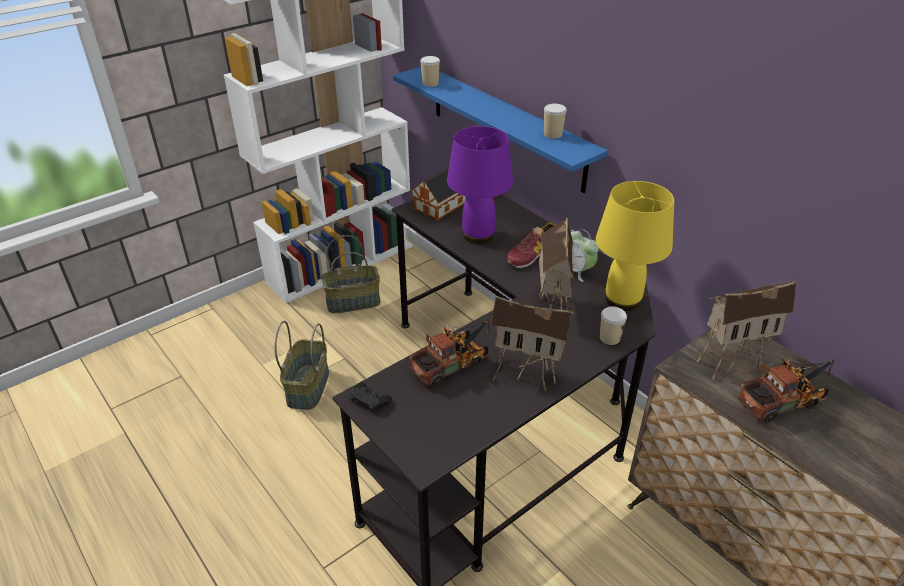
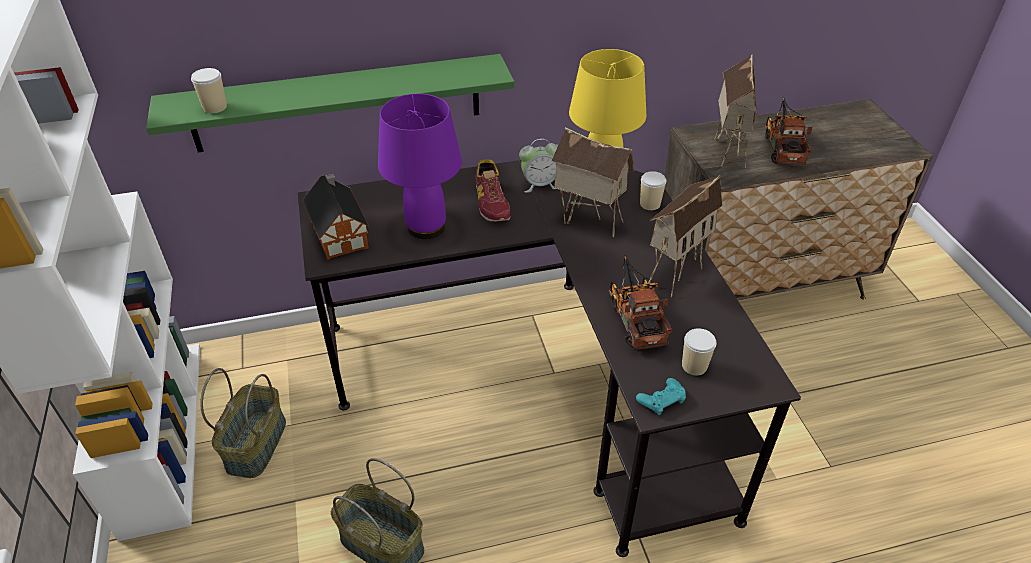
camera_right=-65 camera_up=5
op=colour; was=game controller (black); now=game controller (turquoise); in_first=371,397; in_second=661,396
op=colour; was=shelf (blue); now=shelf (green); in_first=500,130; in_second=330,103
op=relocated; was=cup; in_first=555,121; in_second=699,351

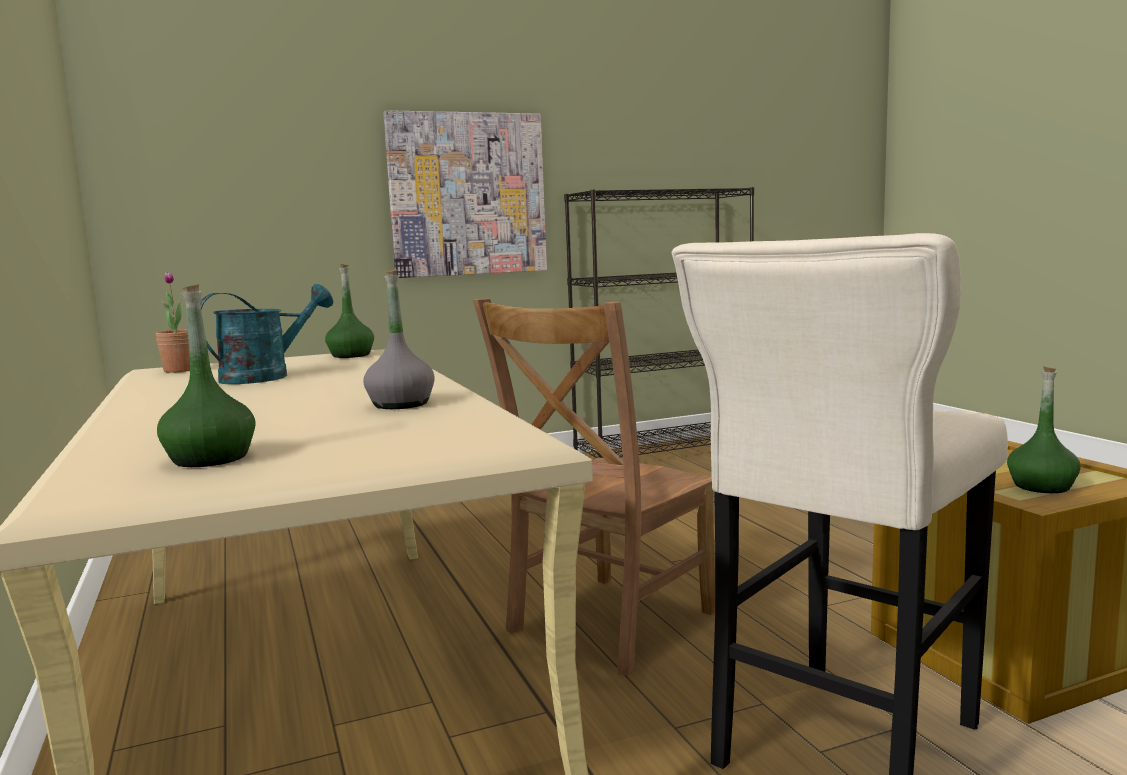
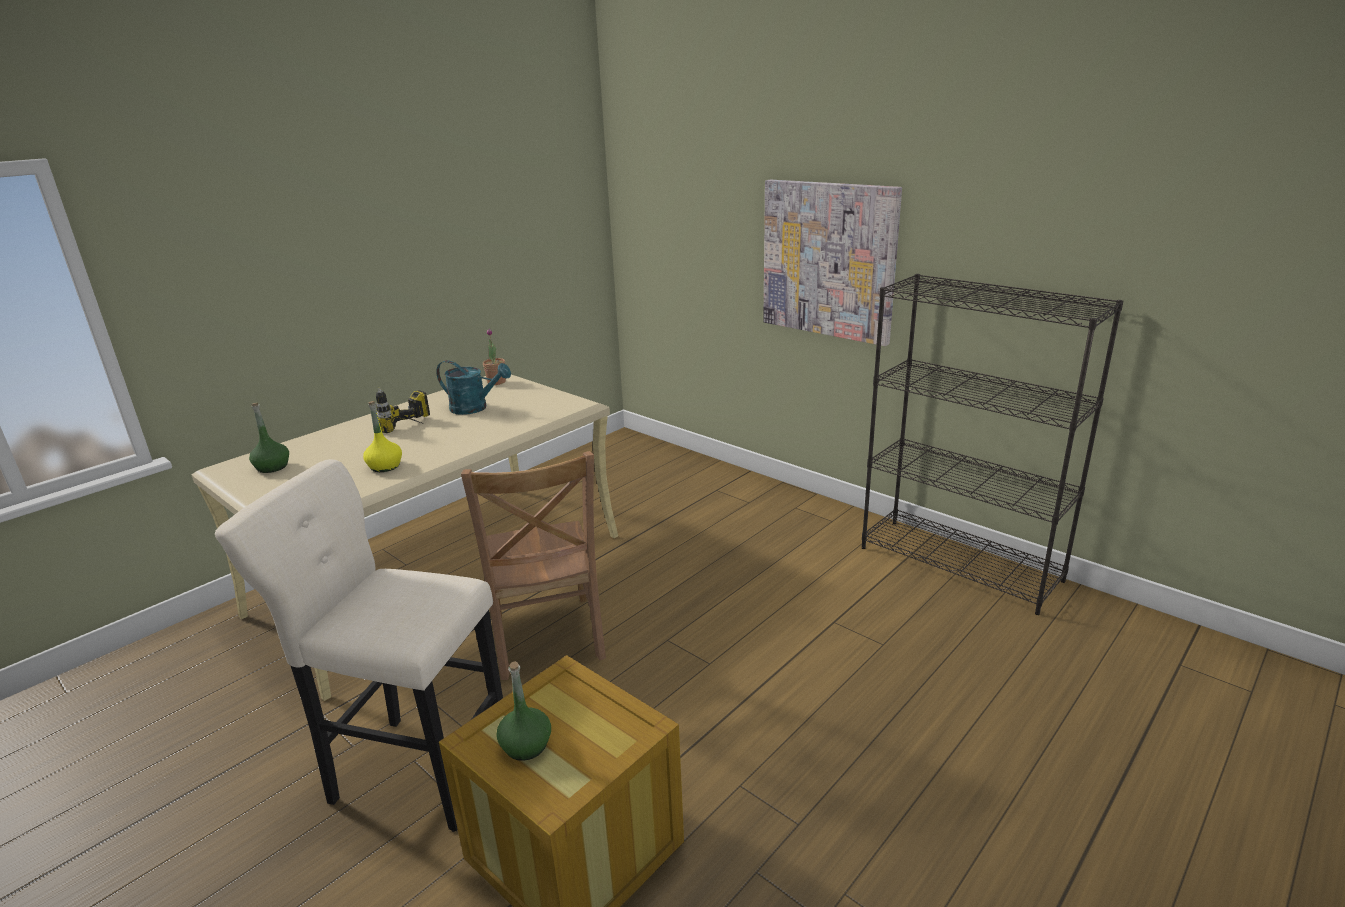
camera_right=65 camera_up=15
op=missing; was=bottle (green); in_first=349,311
op=colour; was=bottle (grey); now=bottle (yellow); in_first=399,339; in_second=382,436
op=spun; was=chair (brown); in_first=594,487; in_second=533,565; clockwise=-120
op=appeared; now=power drill; in_second=403,410

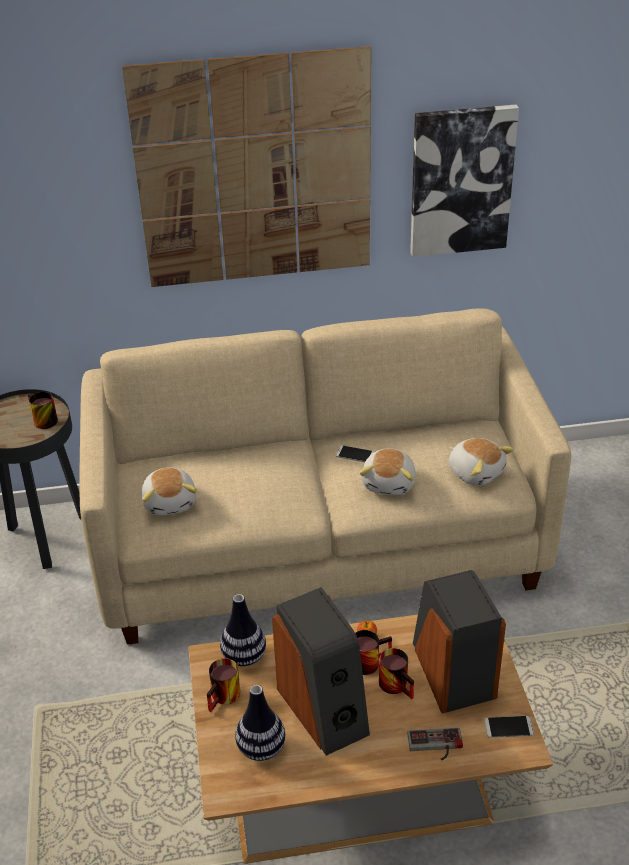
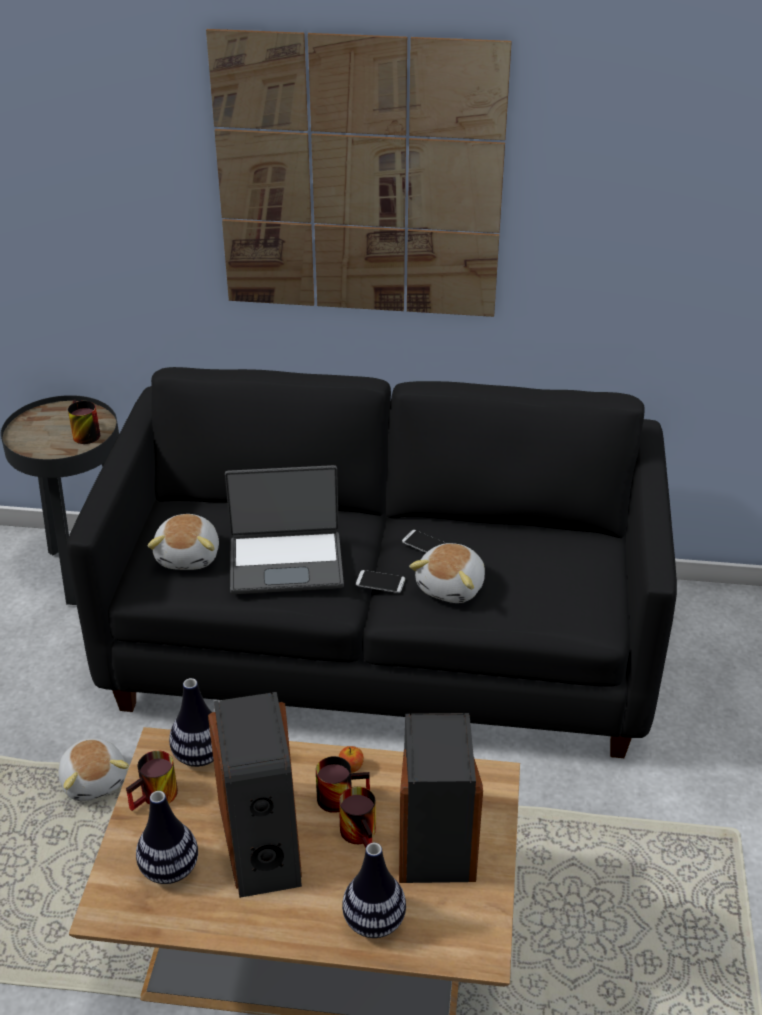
camera_right=15 camera_up=0
op=colour; was=sofa (beige); now=sofa (black); in_first=325,476; in_second=372,562
op=exchanged; was=game controller; now=vase; in_first=435,744; in_second=374,890
op=missing; was=picture; in_first=464,181
op=relocated; was=plush toy; in_first=481,462; in_second=94,769
op=relocated; was=phone; in_first=509,727; in_second=380,581
op=appeared; now=laptop; in_second=284,529

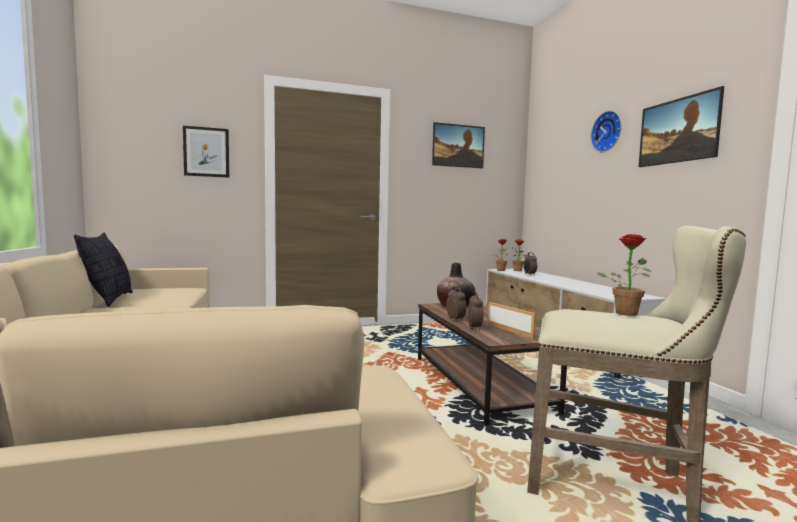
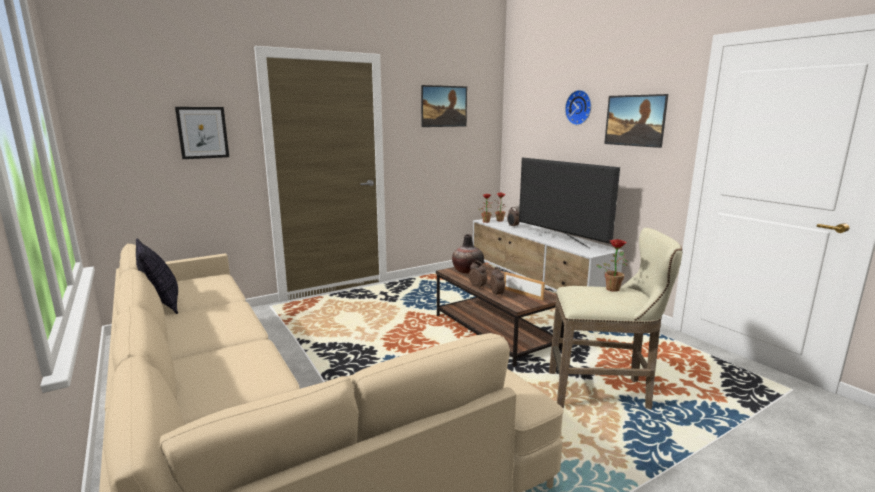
camera_right=-15 camera_up=10
op=appeared; now=television; in_second=569,203

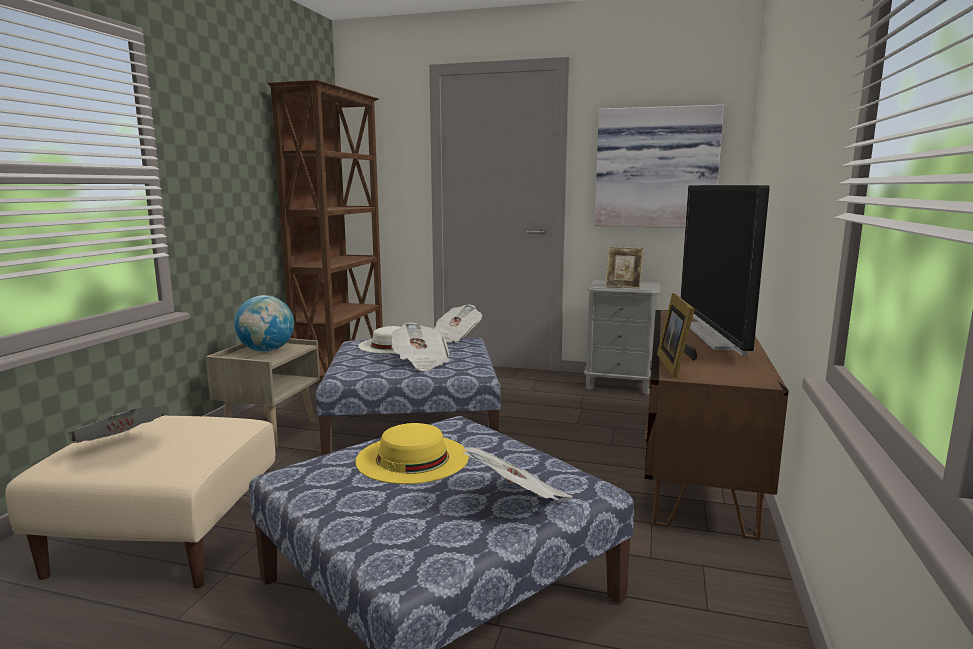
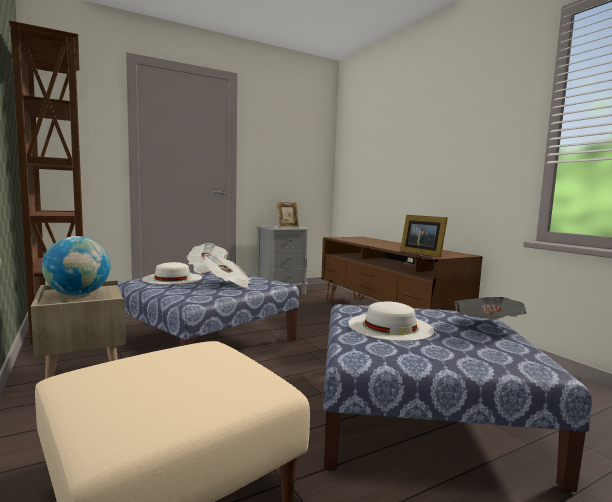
camera_right=-45 camera_up=-5
op=missing; was=newspaper; in_first=116,425
op=colour; was=hat (yellow); now=hat (white); in_first=412,453; in_second=391,321
op=missing; was=picture; in_first=659,166
op=missing; was=television; in_first=725,270

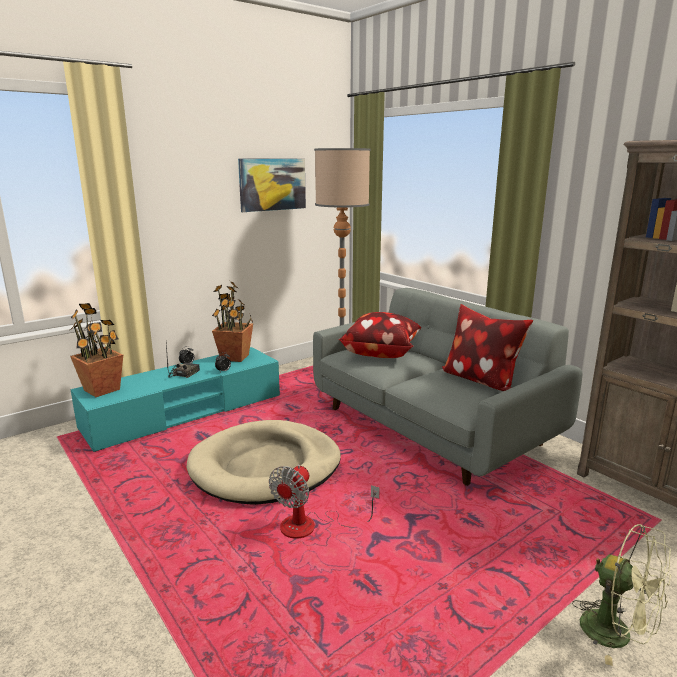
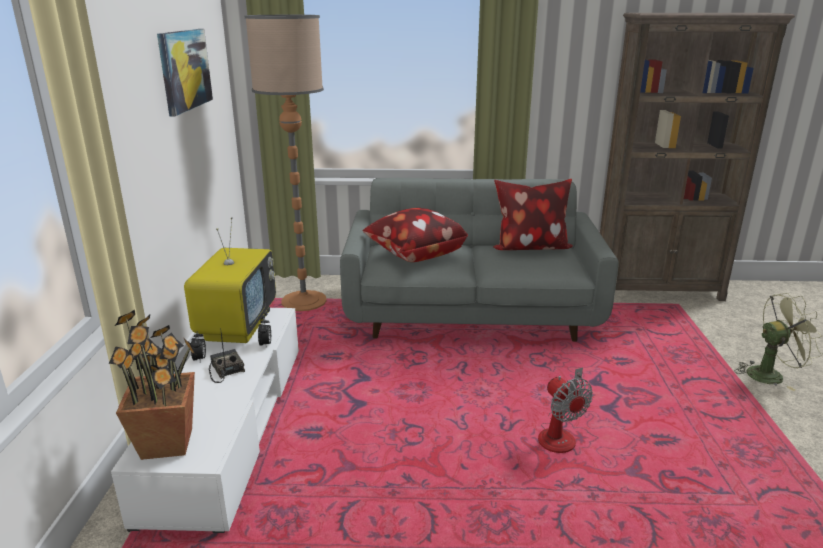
camera_right=-50 camera_up=5
op=colour; was=tv stand (turquoise); now=tv stand (white); in_first=175,399; in_second=205,420
op=missing; was=dog bed (beige); in_first=264,462
op=exchanged; was=potted plant; now=television; in_first=232,321; in_second=230,280

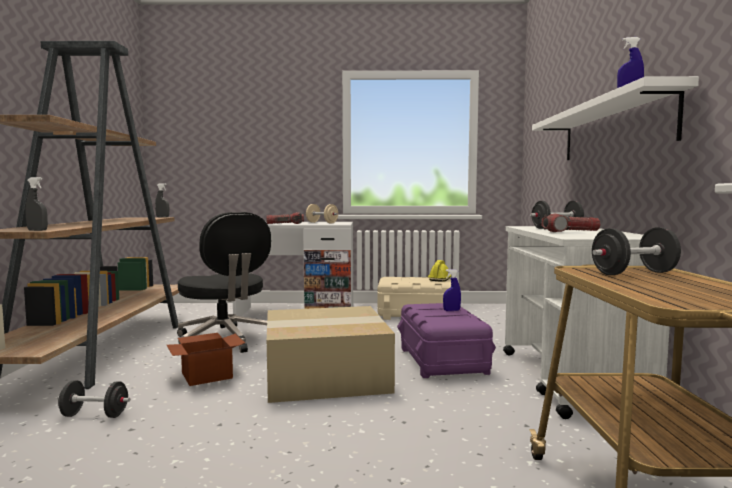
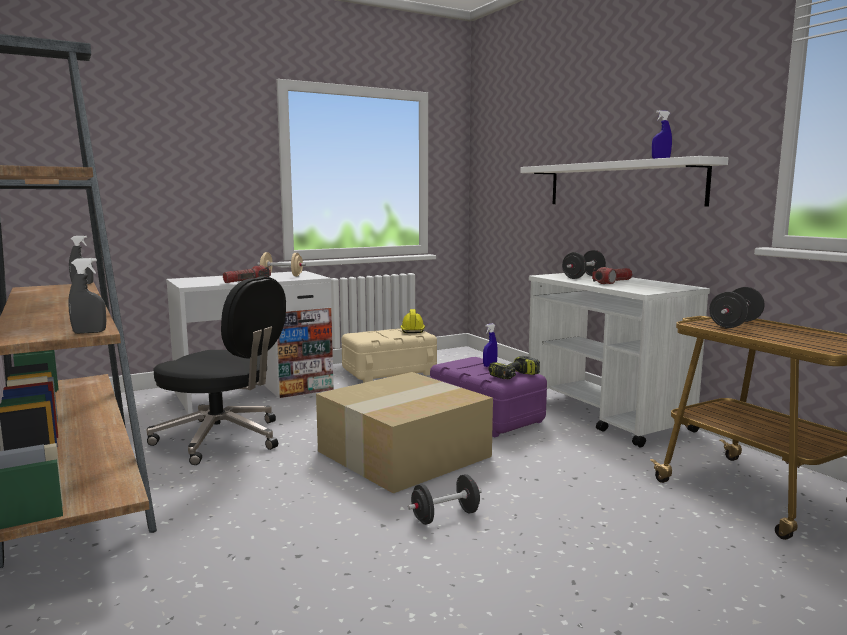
camera_right=-30 camera_up=5
op=relocated; was=dumbbell (black); in_first=93,399; in_second=445,499
op=missing; was=cardboard box; in_first=206,359
op=appeared; now=power drill; in_second=514,368

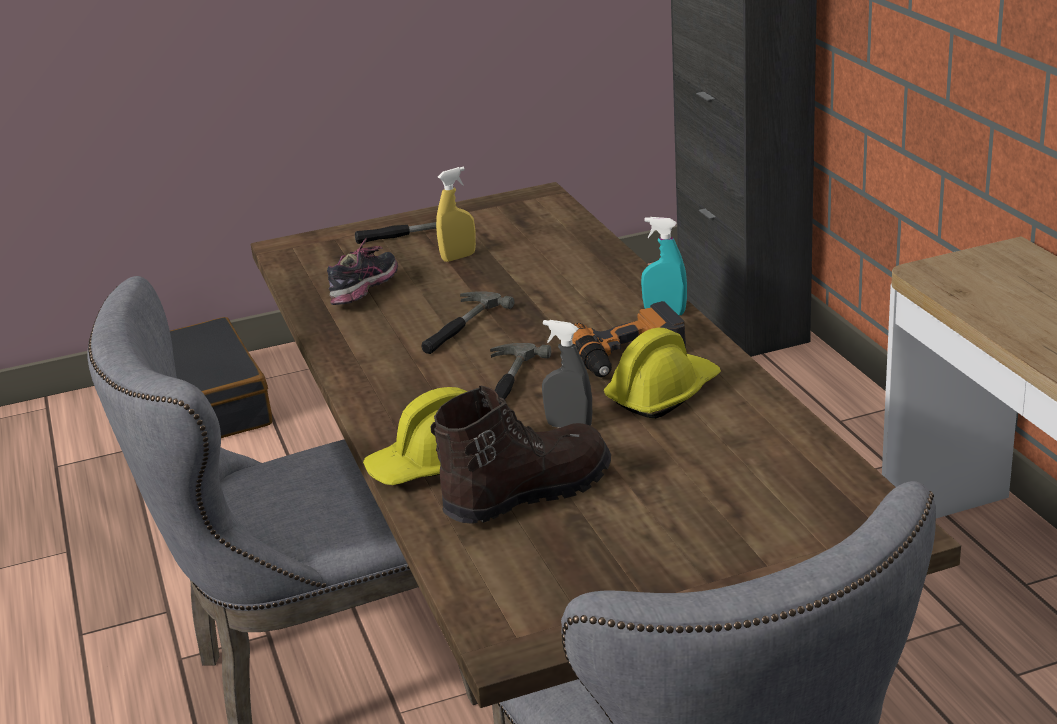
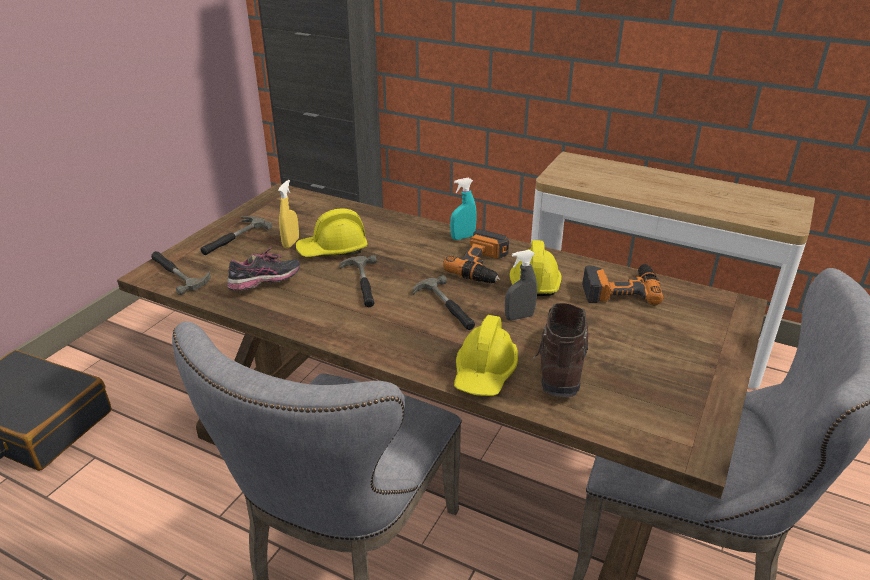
camera_right=-45 camera_up=5
op=spun; was=shoe; in_first=362,271; in_second=263,269; clockwise=75
op=appeared; now=hammer; in_second=181,273
op=appeared; now=hard hat (yellow); in_second=332,232
op=appeared; now=power drill; in_second=623,284

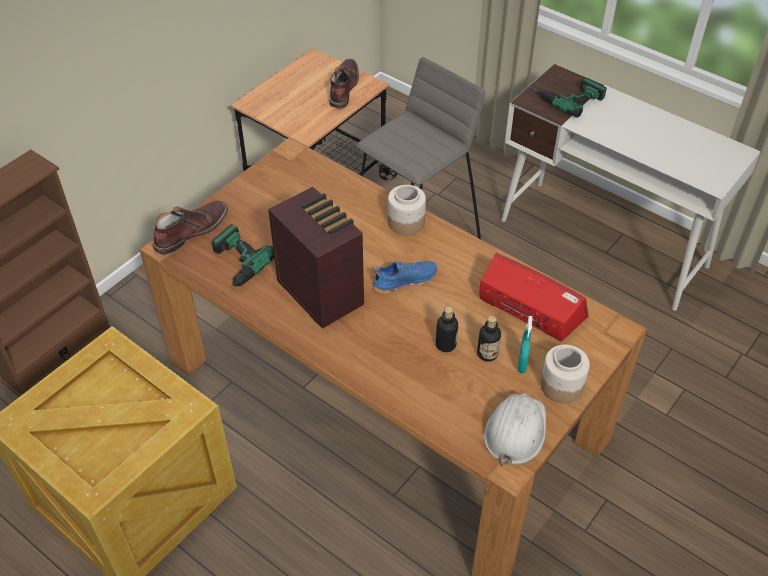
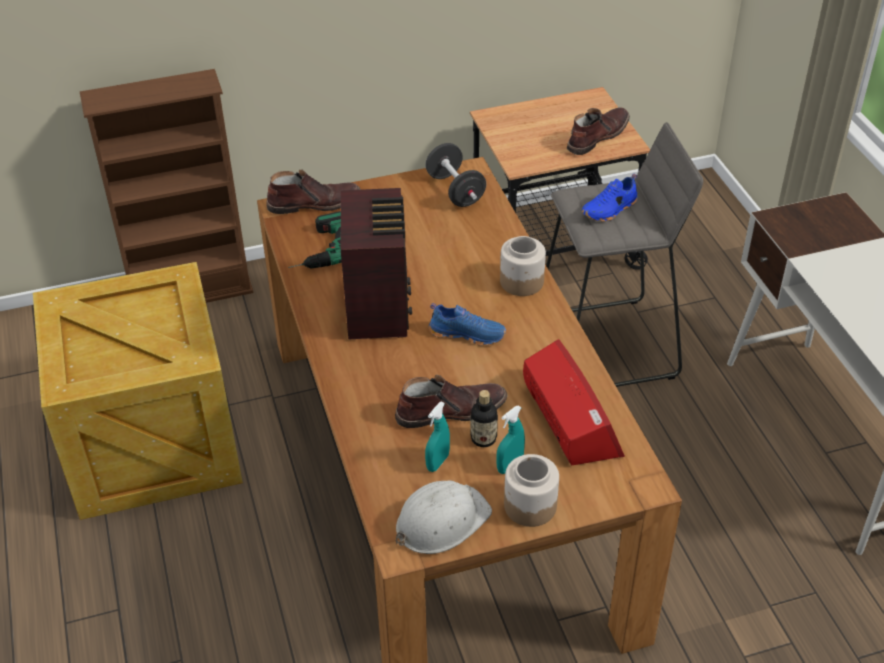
camera_right=35 camera_up=-5
op=exchanged; was=bottle; now=boot (brown); in_first=447,329; in_second=451,401
op=missing; was=power drill; in_first=569,98
op=appeared; now=dumbbell (black); in_second=455,175
op=appeared; now=spray bottle (turquoise); in_second=437,437
op=appeared; now=shoe (blue); in_second=610,197

